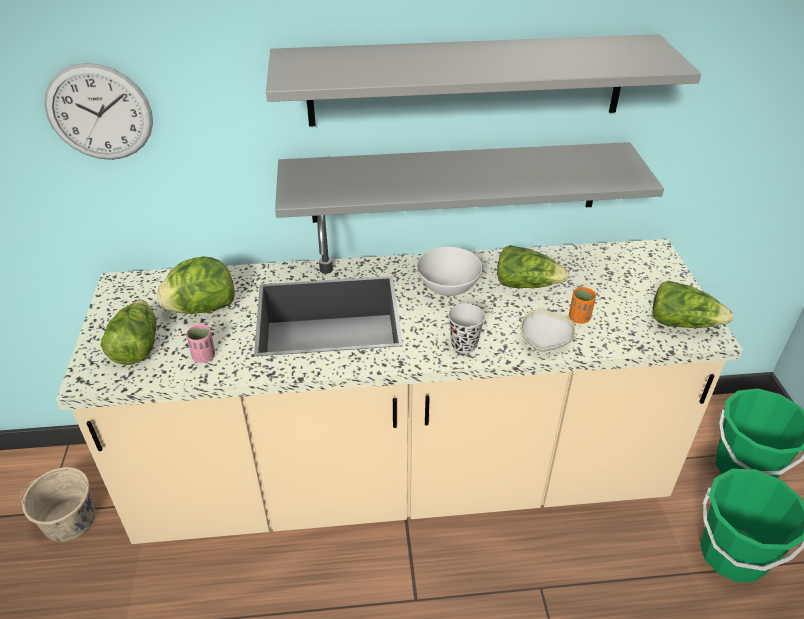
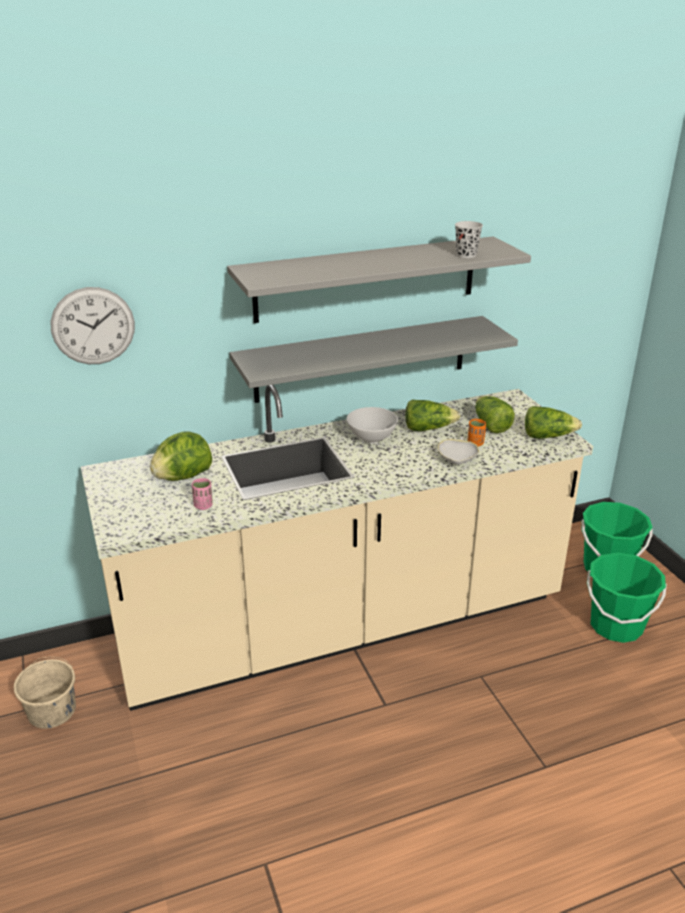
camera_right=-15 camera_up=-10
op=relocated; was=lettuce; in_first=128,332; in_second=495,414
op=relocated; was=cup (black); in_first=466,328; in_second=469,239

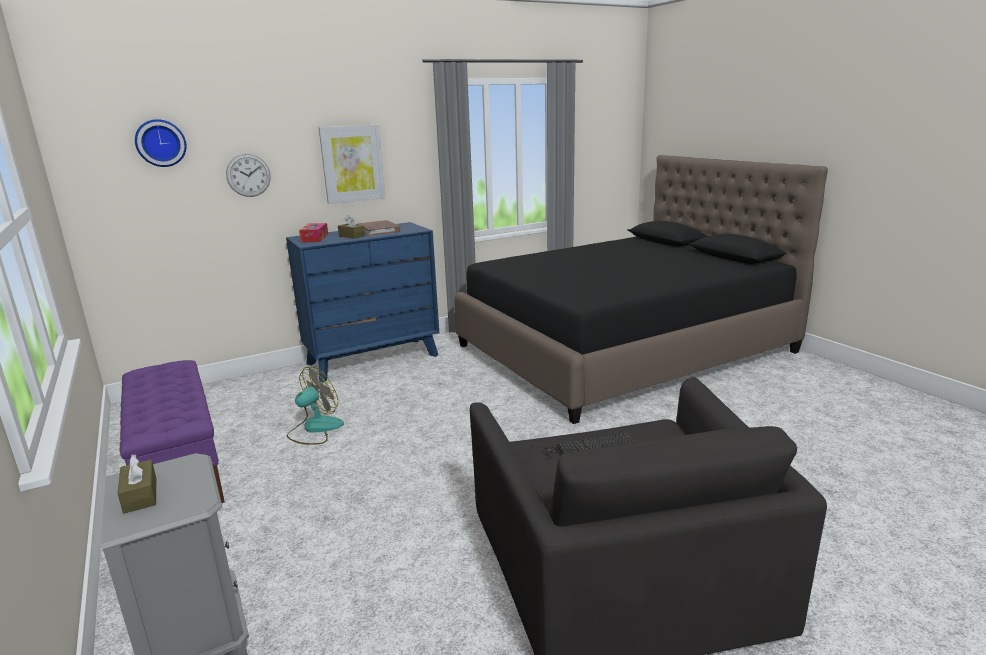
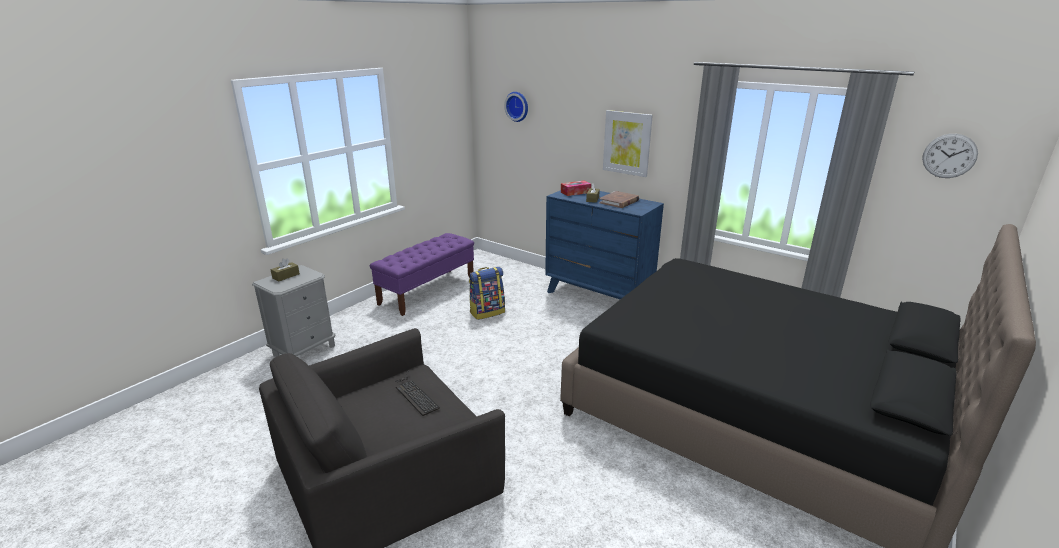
camera_right=65 camera_up=5
op=relocated; was=wall clock; in_first=248,175; in_second=950,156
op=exchanged; was=fan; now=backpack; in_first=315,406; in_second=487,293

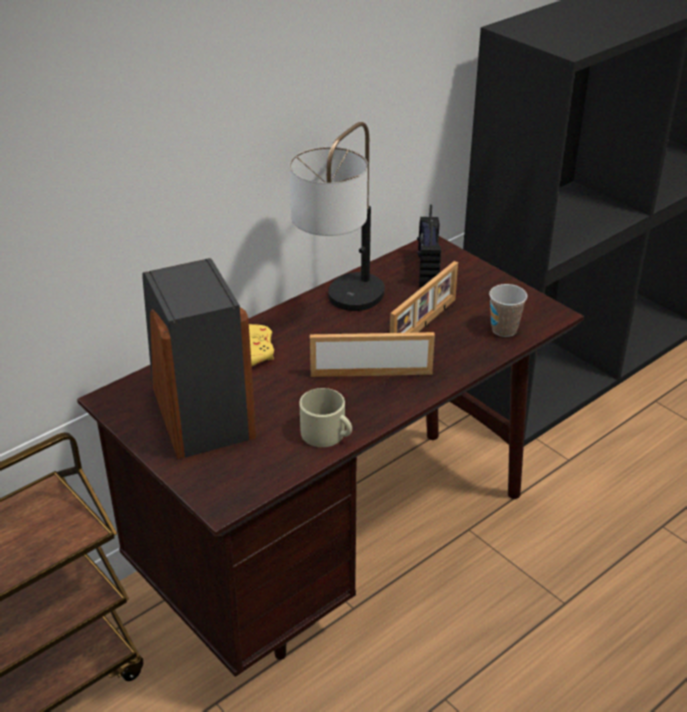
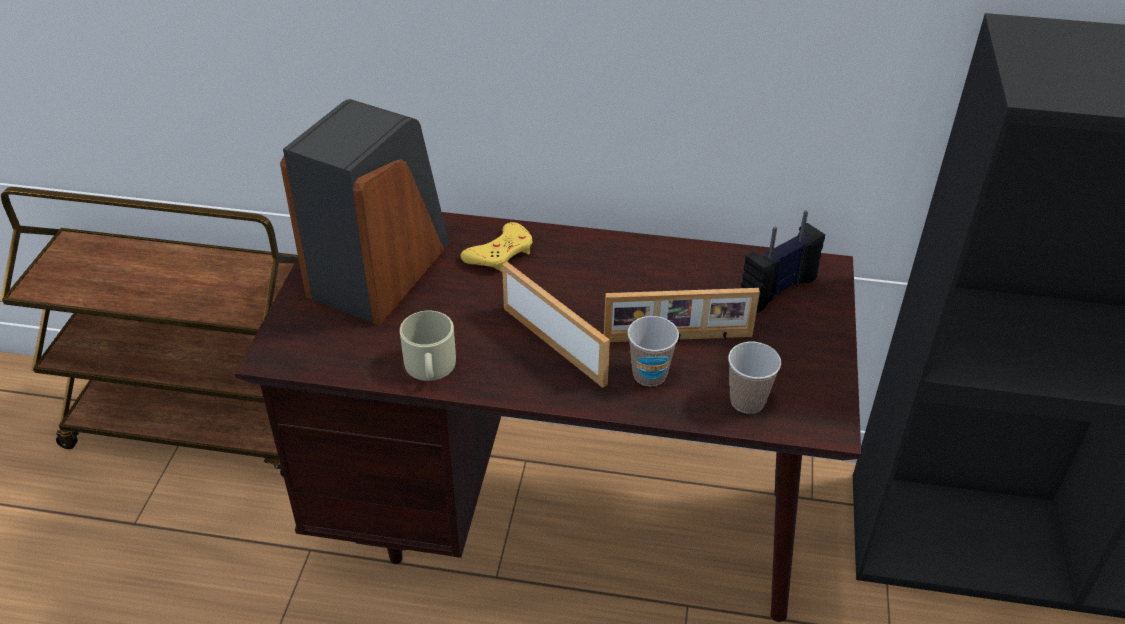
camera_right=50 camera_up=5
op=missing; was=table lamp; in_first=337,216
op=appeared; now=cup; in_second=653,351

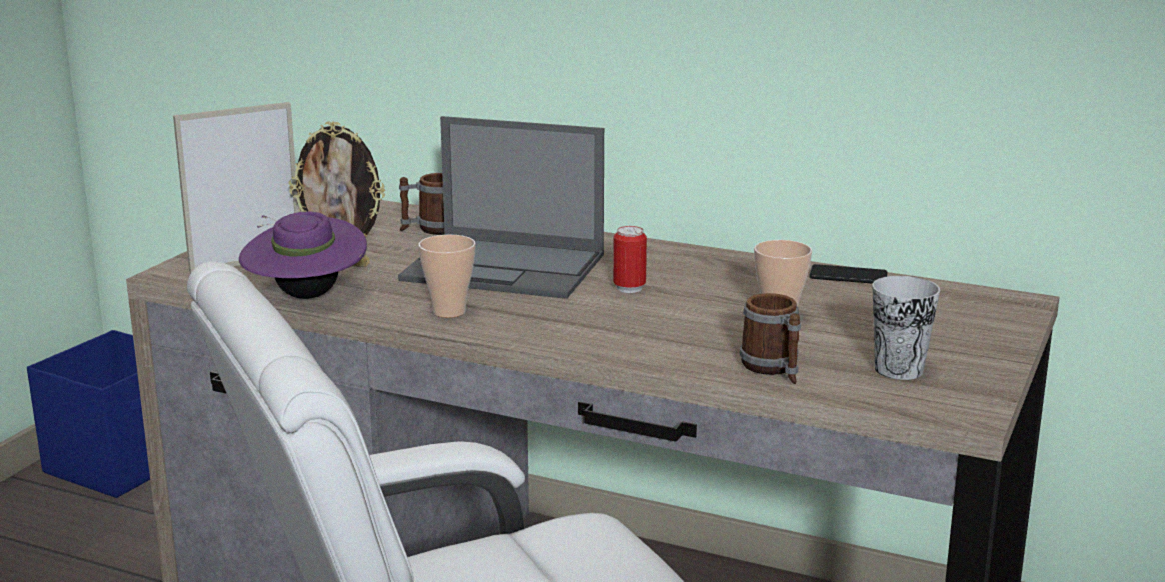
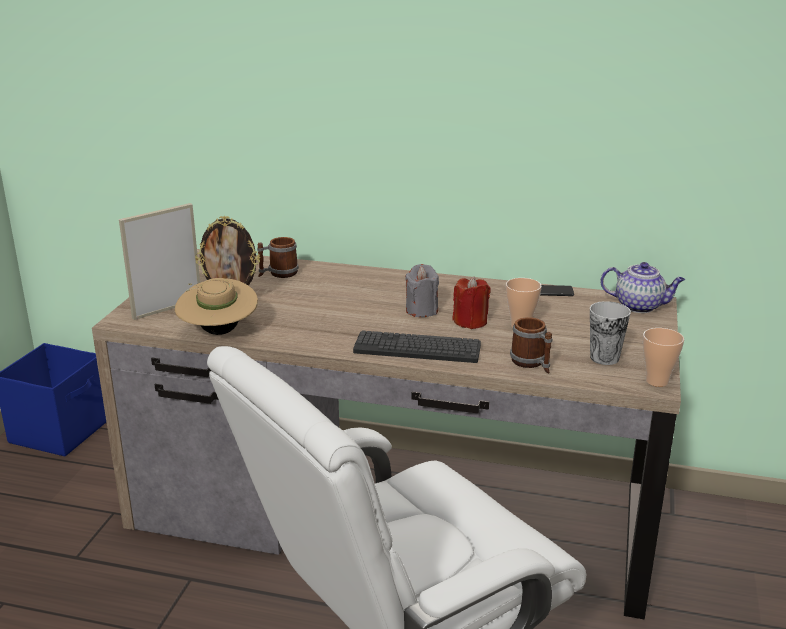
camera_right=-10 camera_up=5
op=colour; was=hat (purple); now=hat (beige); in_first=303,255; in_second=216,306
op=missing; was=laptop; in_first=501,207
op=relocated; was=cup; in_first=447,276; in_second=663,357
op=exchanged; was=can; now=candle (grey); in_first=630,259; in_second=422,290
op=appeared; now=keyboard; in_second=417,346
op=appeared; now=candle (red); in_second=471,302
op=appeared; now=teapot; in_second=642,287

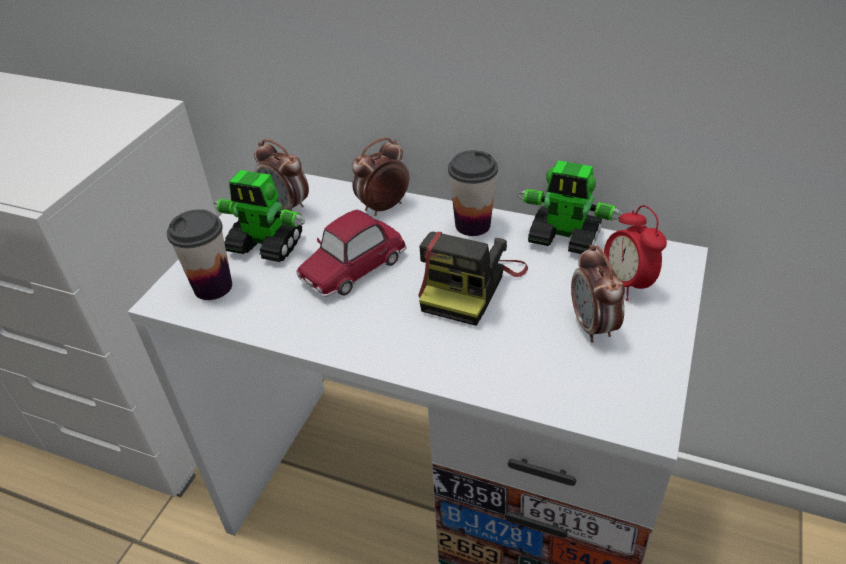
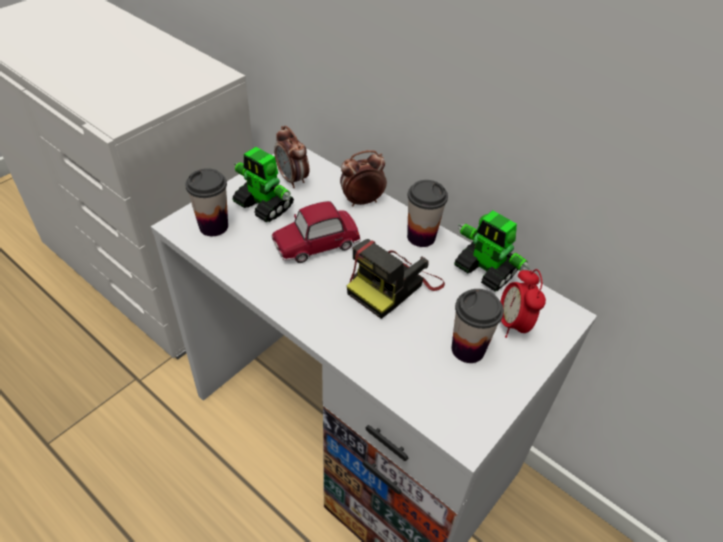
camera_right=15 camera_up=5
op=exchanged; was=alarm clock; now=cup; in_first=598,294; in_second=478,326

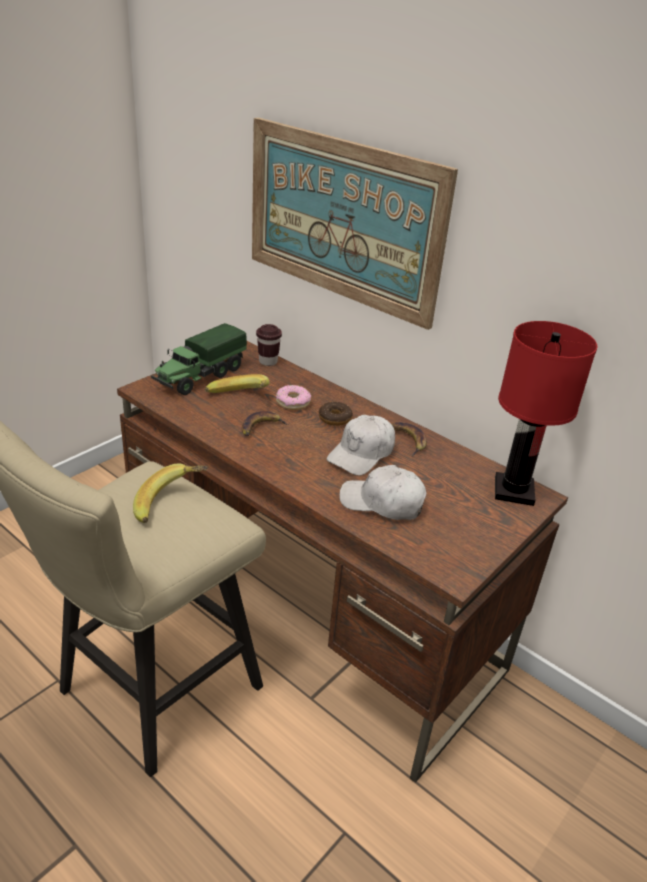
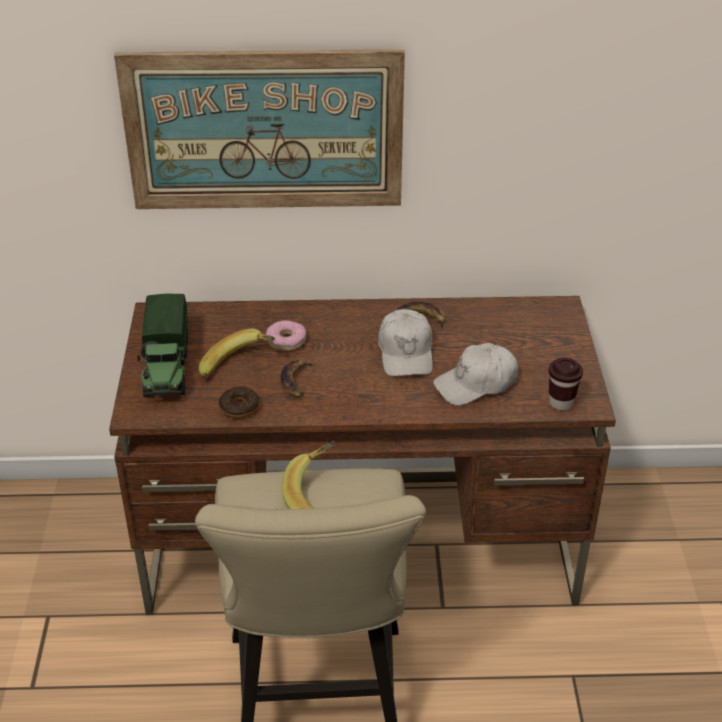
camera_right=-40 camera_up=5
op=relocated; was=cup (brown); in_first=269,345; in_second=566,384
op=relocated; was=donut; in_first=336,414; in_second=239,403
op=missing; was=table lamp (red); in_first=546,413

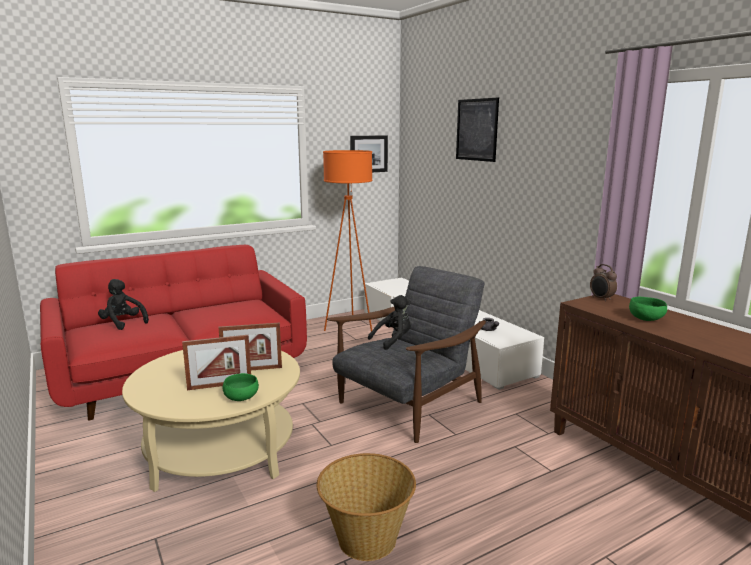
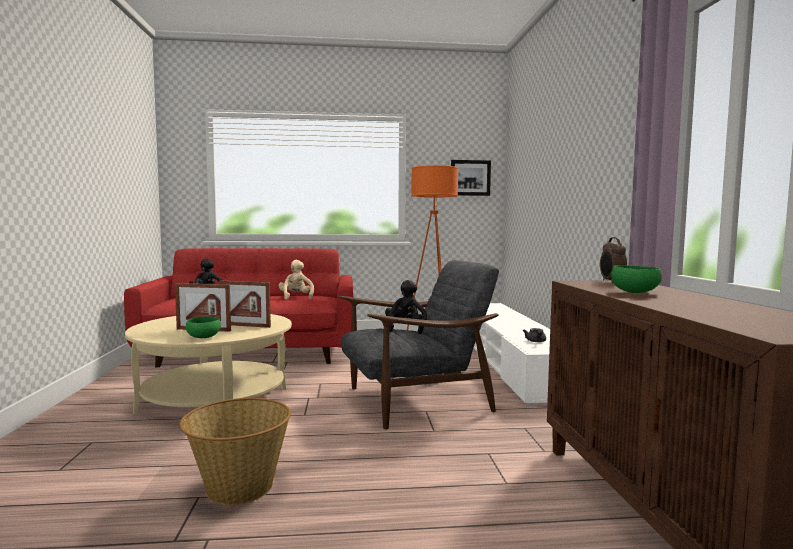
camera_right=25 camera_up=-10
op=spun; was=plush toy (black); in_first=389,322; in_second=406,307; clockwise=-75
op=missing; was=picture; in_first=477,130
op=appeared; now=plush toy (beige); in_second=296,280

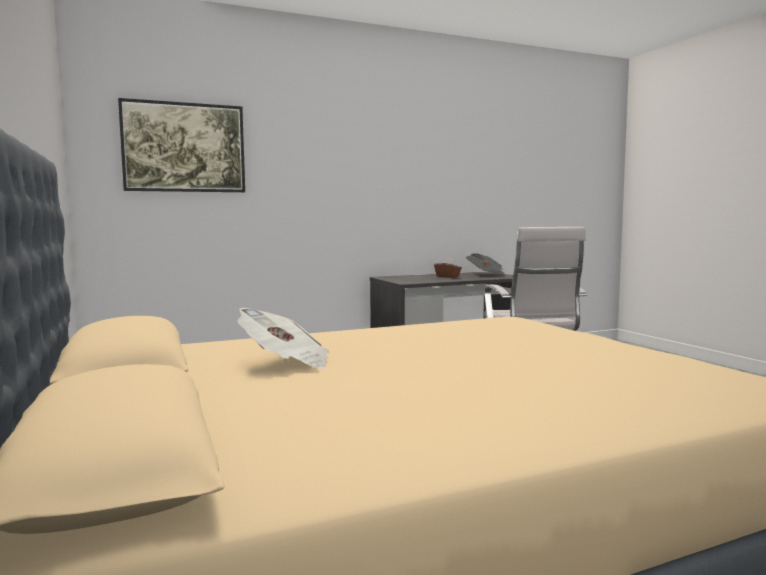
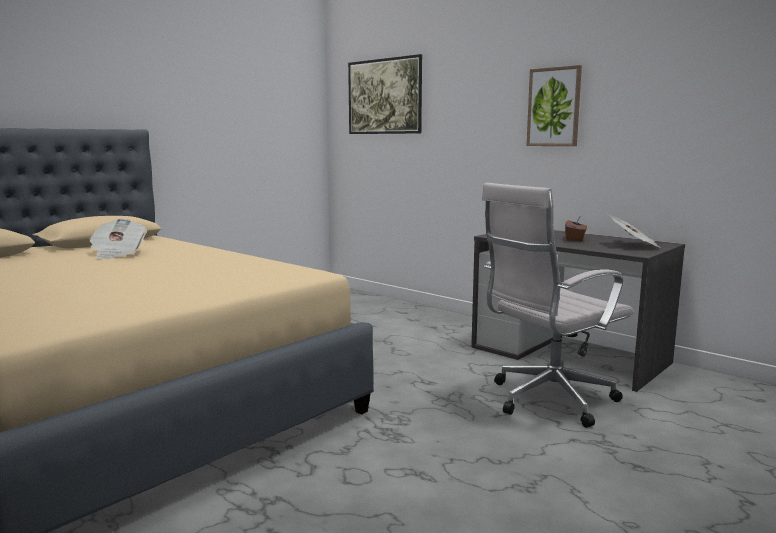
camera_right=65 camera_up=5
op=appeared; now=picture; in_second=554,105

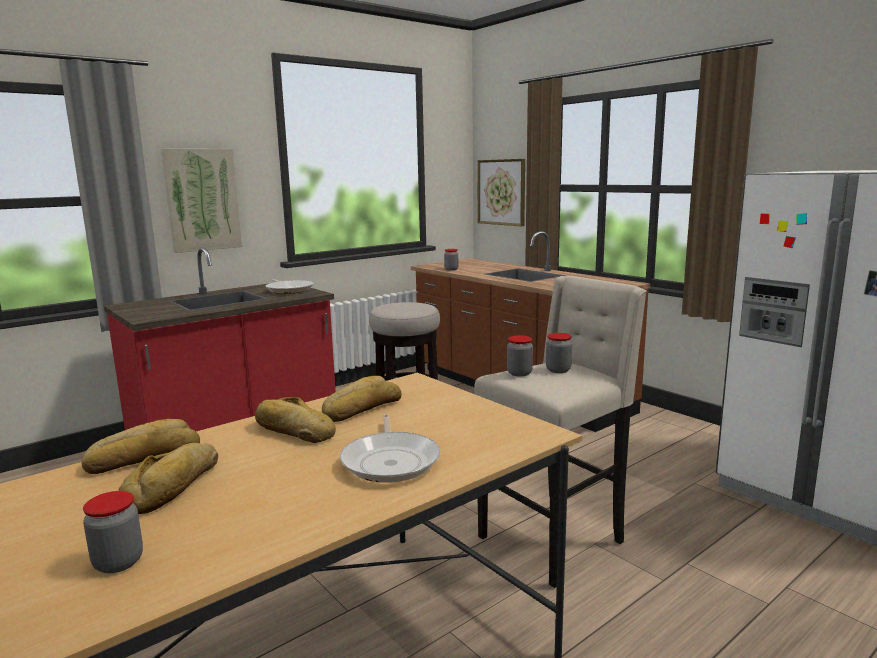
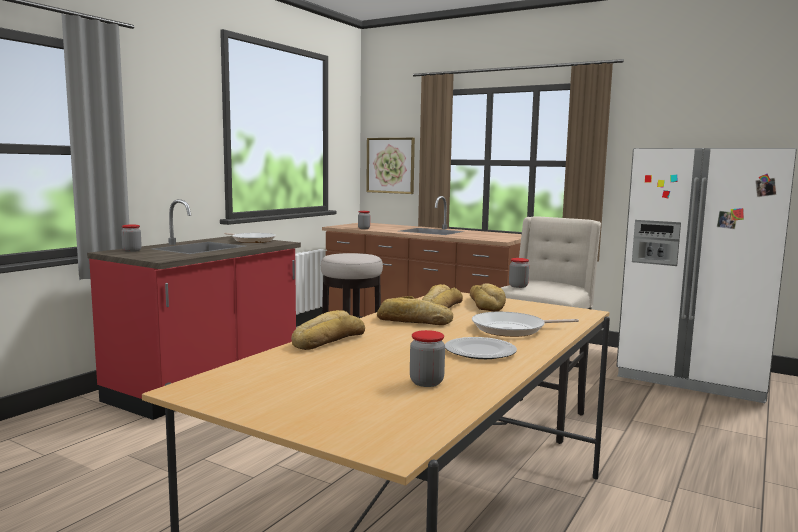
camera_right=-20 camera_up=-5
op=relocated; was=bread; in_first=168,478; in_second=488,298
op=missing; was=picture; in_first=201,201
op=spun; was=frying pan; in_first=390,449; in_second=525,324; clockwise=105
op=relocated; was=jar; in_first=559,353; in_second=131,238
op=appeared; now=plate; in_second=481,348

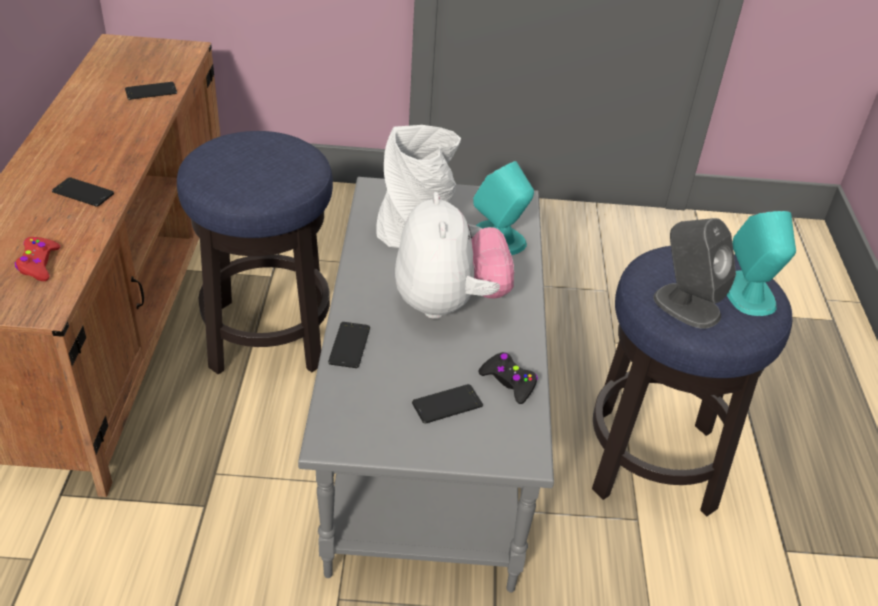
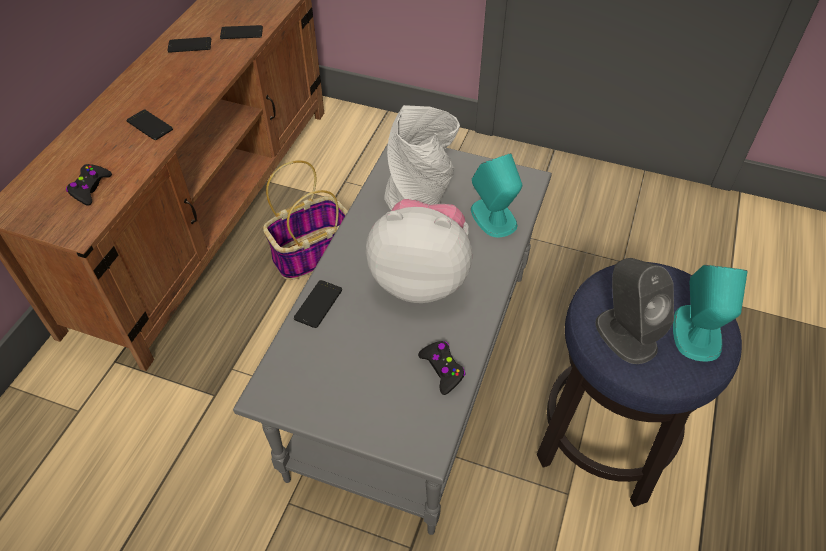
camera_right=20 camera_up=10
op=colour; was=game controller (red); now=game controller (black); in_first=37,259; in_second=89,185
op=exchanged; was=stool; now=basket; in_first=255,253; in_second=305,220
op=spun; was=plush toy; in_first=454,255; in_second=419,251; clockwise=-90
op=relocated; was=phone; in_first=447,404; in_second=189,45

